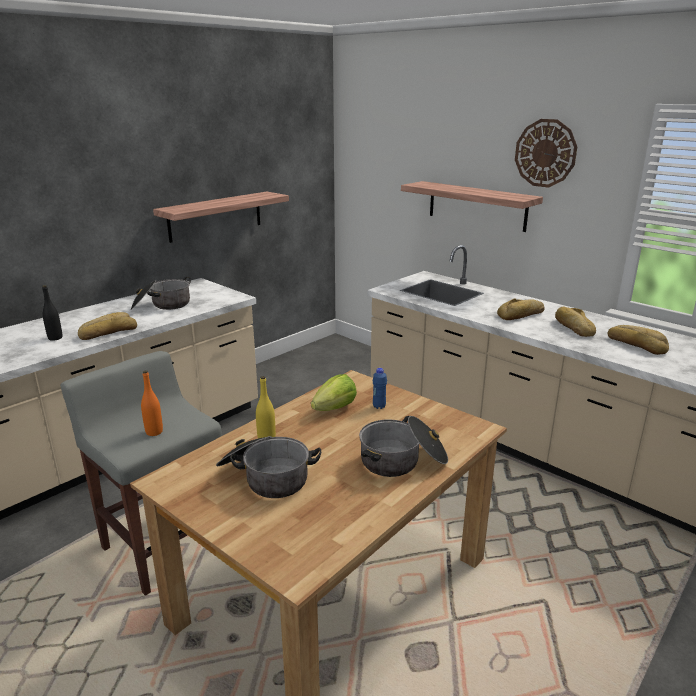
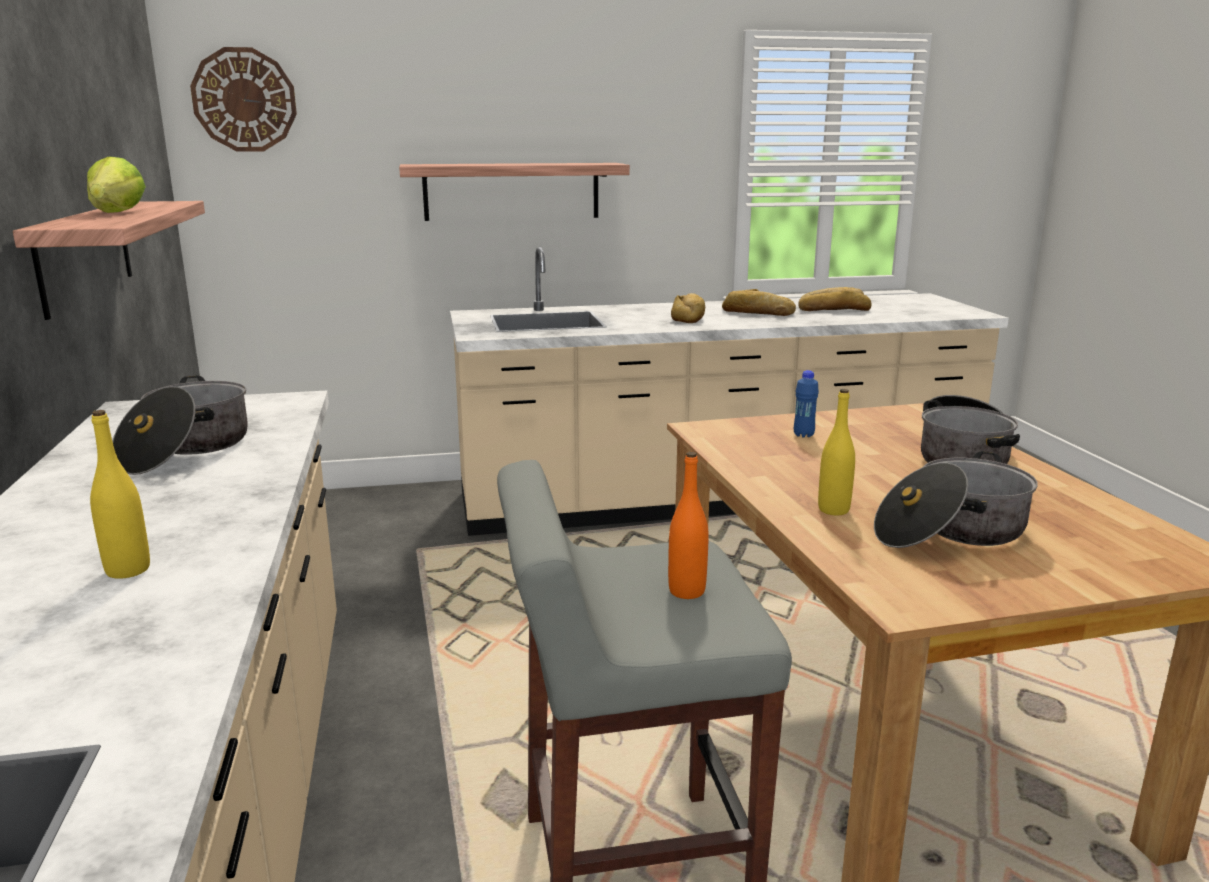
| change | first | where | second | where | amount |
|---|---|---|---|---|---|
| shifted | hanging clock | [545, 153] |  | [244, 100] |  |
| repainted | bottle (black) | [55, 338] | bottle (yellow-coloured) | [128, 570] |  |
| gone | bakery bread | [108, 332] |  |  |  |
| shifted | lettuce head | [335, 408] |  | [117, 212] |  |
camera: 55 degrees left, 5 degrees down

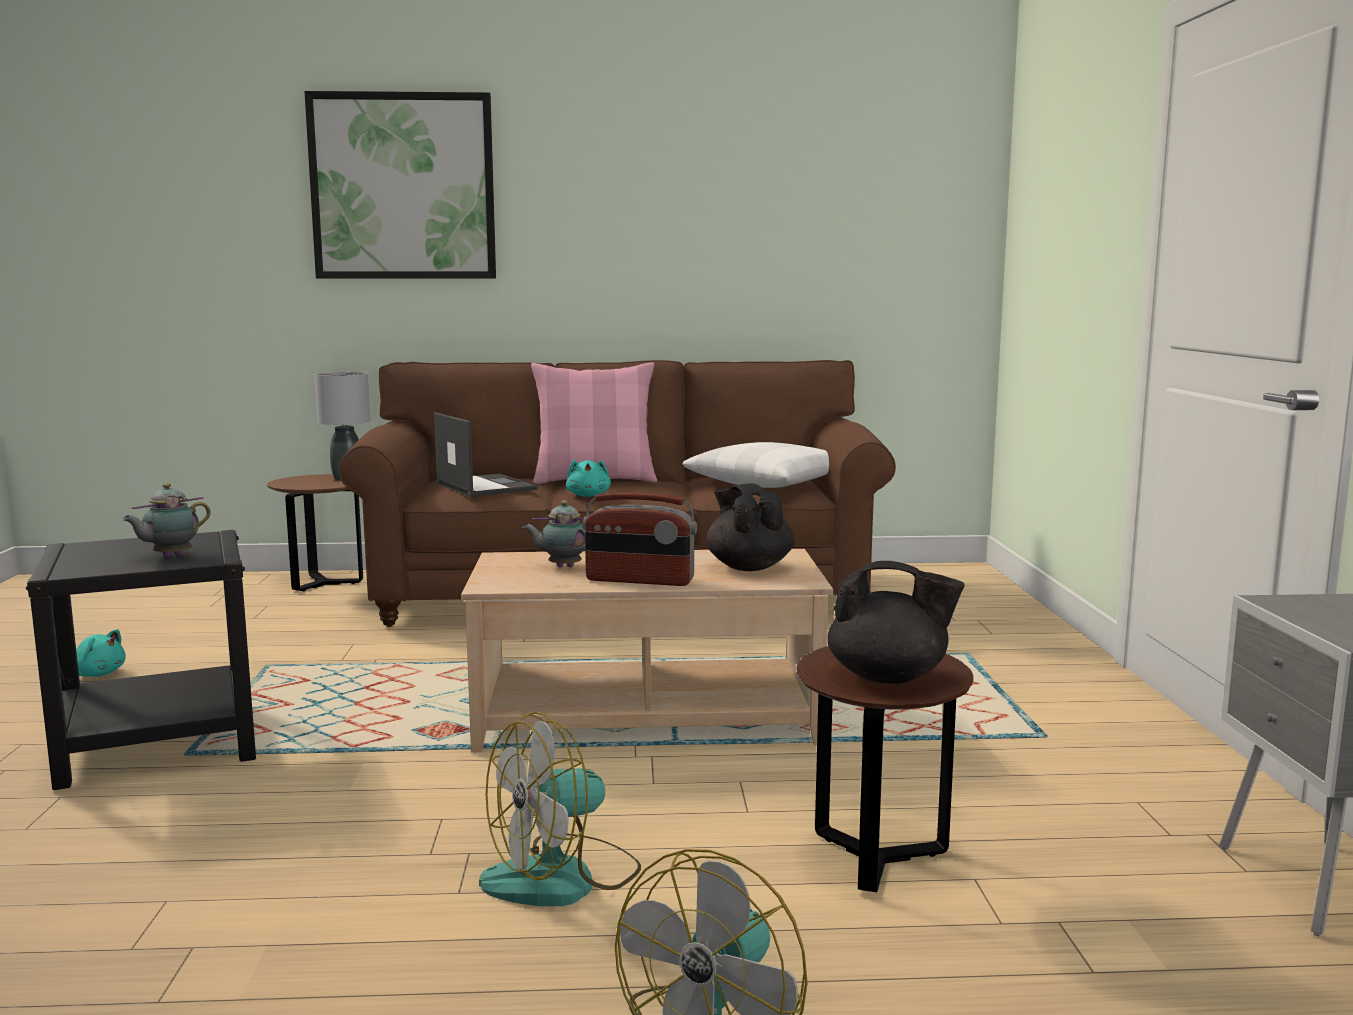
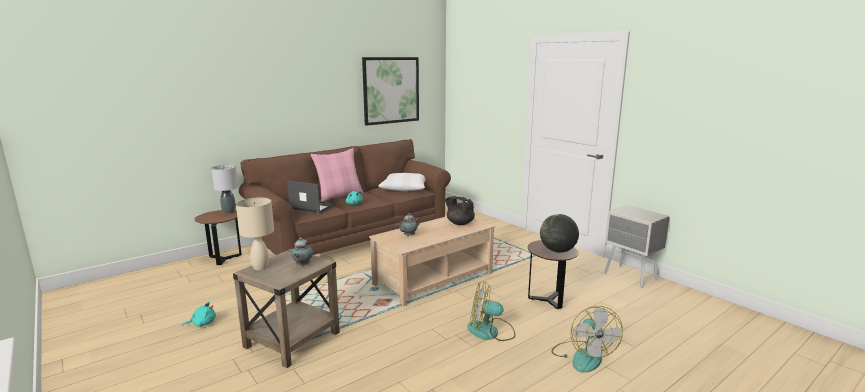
| change | first | where | second | where | amount |
|---|---|---|---|---|---|
| shifted | wall art | [403, 187] |  | [391, 90] |  |
| gone | radio receiver | [639, 580] |  |  |  |
| repainted | accent table (black) | [161, 745] | accent table (sand-coloured) | [293, 339] |  |
| swapped | tea pot (black) | [889, 677] | world globe | [557, 251] |  |
| rotated | electric fan | [562, 878] |  | [490, 332] | 75 degrees clockwise |
| new |  |  | tabletop lamp (sand-coloured) | [261, 267] |  |
camera: 35 degrees left, 5 degrees up

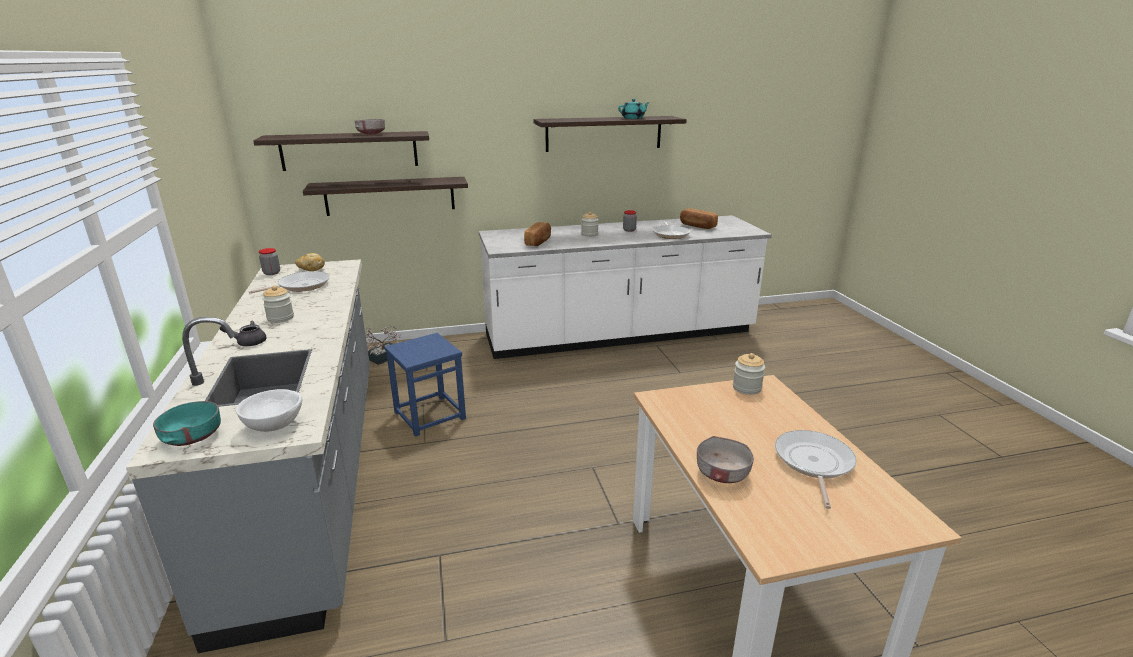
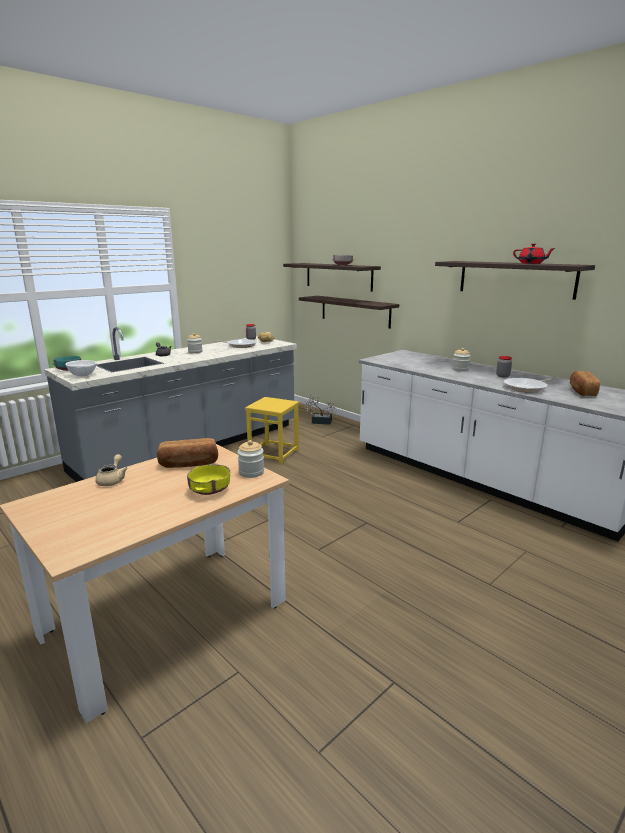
| change | first | where | second | where | amount |
|---|---|---|---|---|---|
| repainted | tea pot (turquoise) | [633, 118] | tea pot (reddish) | [531, 263] |  |
| shifted | bakery bread | [539, 242] |  | [189, 464] |  |
| repainted | stool seat (bluish) | [429, 415] | stool seat (yellow-coloured) | [274, 453] |  |
| gone | skillet | [813, 463] |  |  |  |
| swapped | serving bowl (gray) | [722, 474] | tea pot (sand-coloured) | [112, 480] |  |
| new |  |  | serving bowl (yellow-coloured) | [210, 490] |  |
camera: 60 degrees right, 5 degrees down

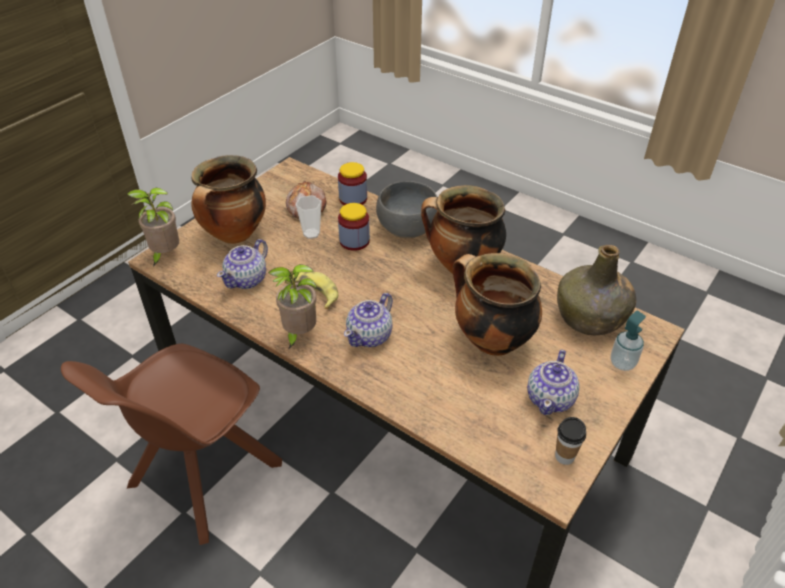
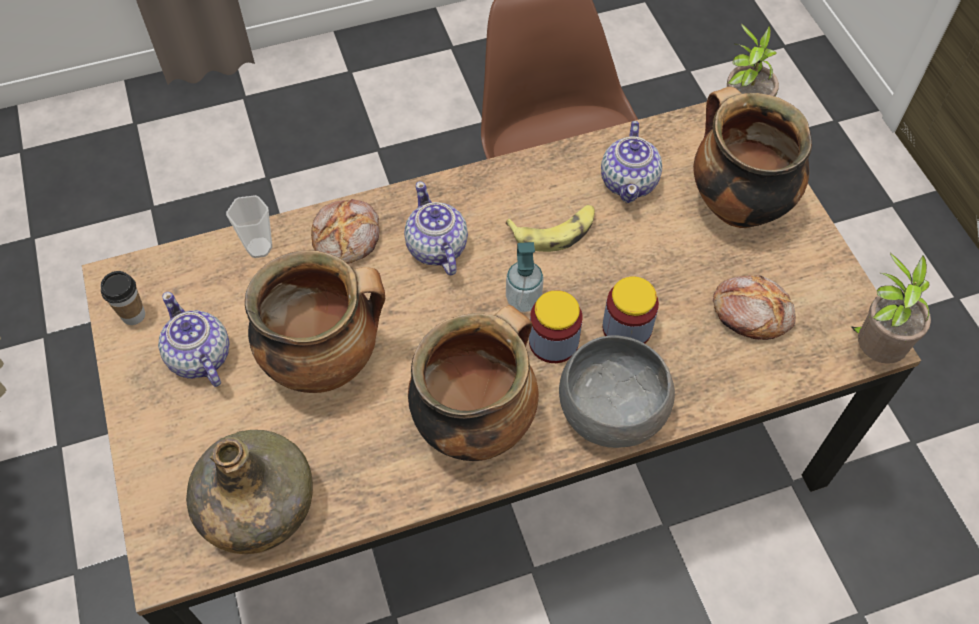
| change | first | where | second | where | amount |
|---|---|---|---|---|---|
| shifted | storage jar | [353, 199] |  | [553, 342] |  |
| shifted | small cup | [311, 233] |  | [259, 247] |  |
| rotated | tea pot | [247, 279] |  | [629, 181] | 150 degrees counterclockwise |
| shifted | potted plant | [299, 334] |  | [873, 349] |  |
| shifted | soap dispenser | [622, 363] |  | [523, 300] |  |
| new |  |  | bakery bread | [348, 238] |  |
camera: 125 degrees right, 15 degrees up

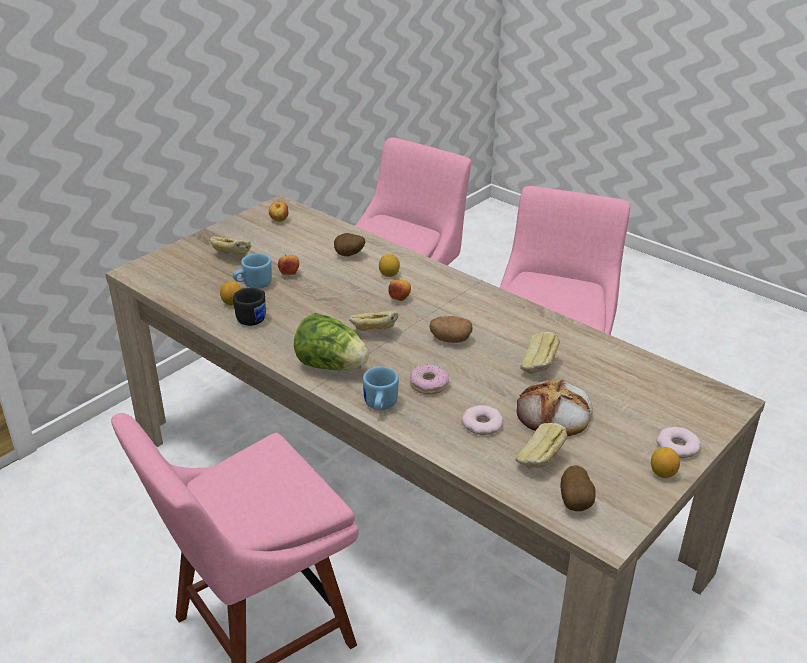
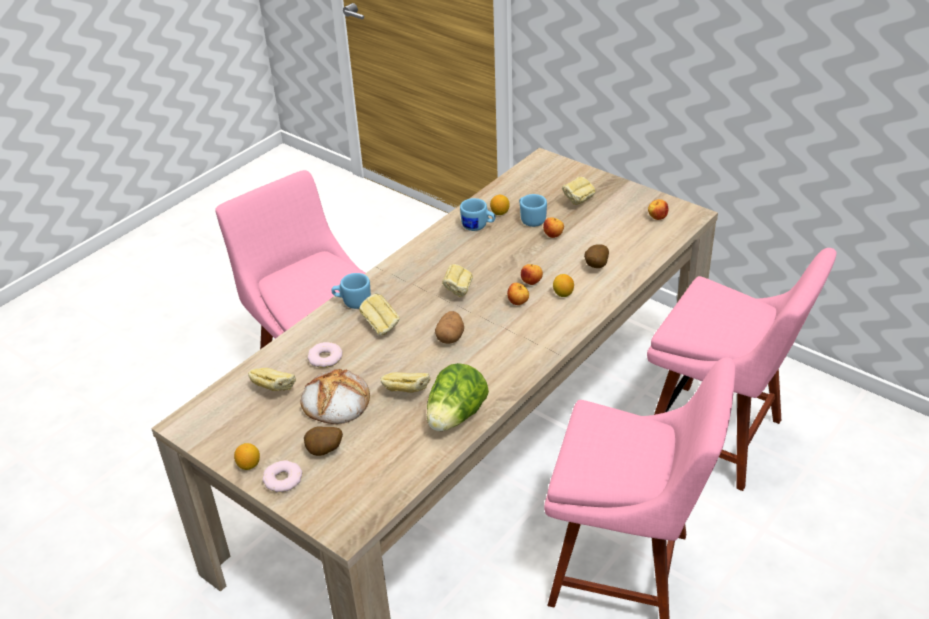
| change | first | where | second | where | amount |
|---|---|---|---|---|---|
| repainted | mug (black) | [254, 317] | mug (bluish) | [478, 227] |  |
| shifted | lettuce head | [331, 365] |  | [456, 417] |  |
| swapped | ring doughnut | [429, 384] | bakery bread | [381, 327] |  |
| shifted | spud | [576, 503] |  | [325, 451] |  |
| new |  |  | apple | [531, 282] |  |
camera: 90 degrees right, 5 degrees up

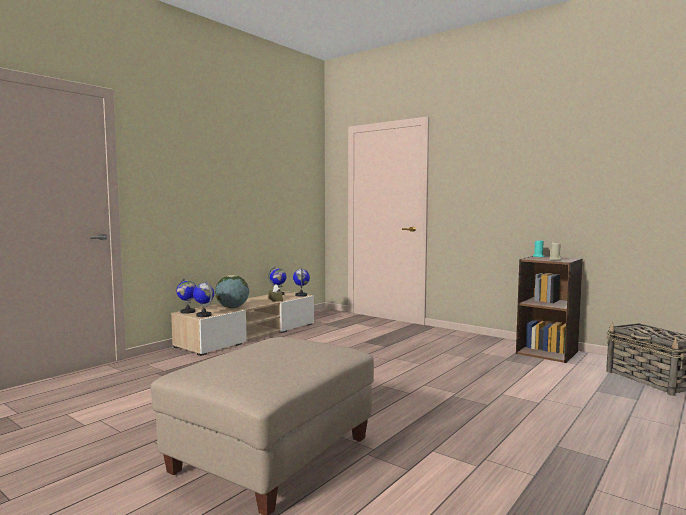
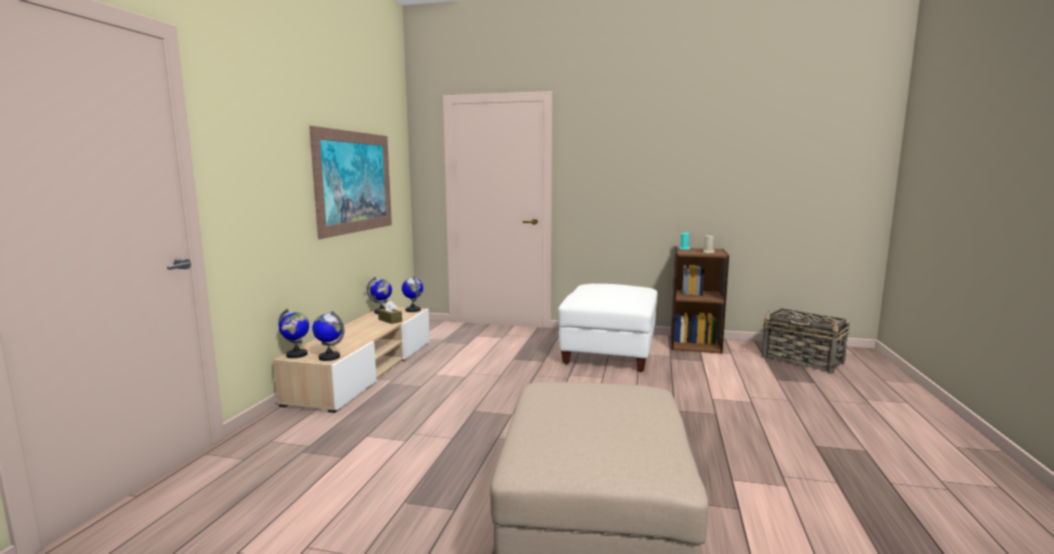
| change | first | where | second | where | amount |
|---|---|---|---|---|---|
| gone | world globe | [232, 307] |  |  |  |
| new |  |  | wall art | [355, 182] |  |
| new |  |  | pouffe (white) | [609, 352] |  |
camera: 25 degrees left, 5 degrees up

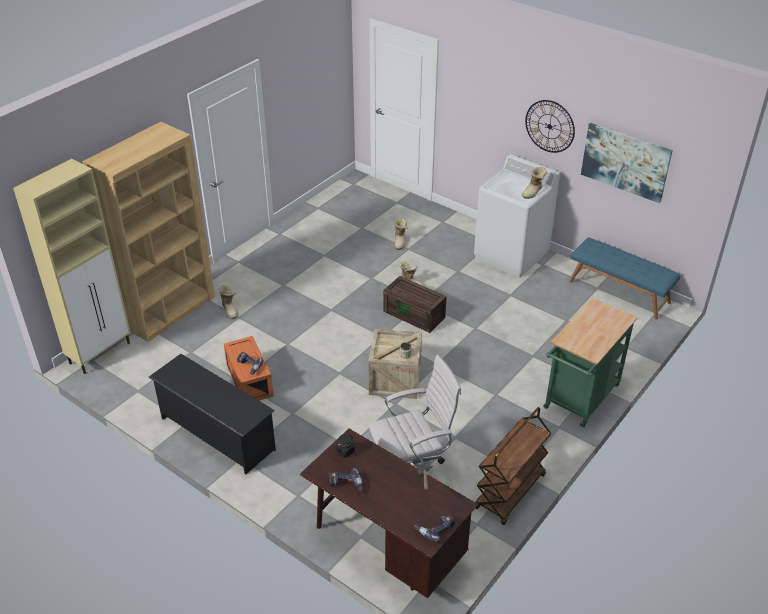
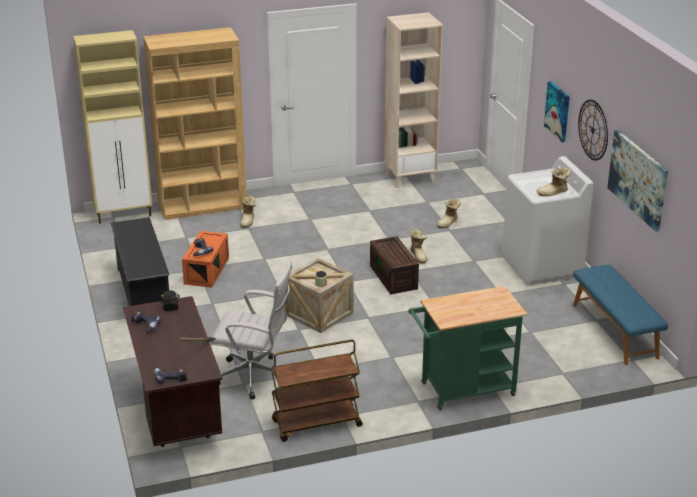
| change | first | where | second | where | amount |
|---|---|---|---|---|---|
| new |  |  | shelving unit (sand-coloured) | [410, 178] |  |
| new |  |  | wall art | [558, 111] |  |
camera: 35 degrees right, 10 degrees down

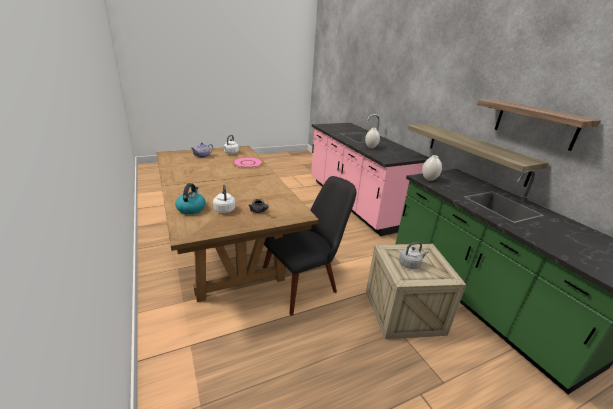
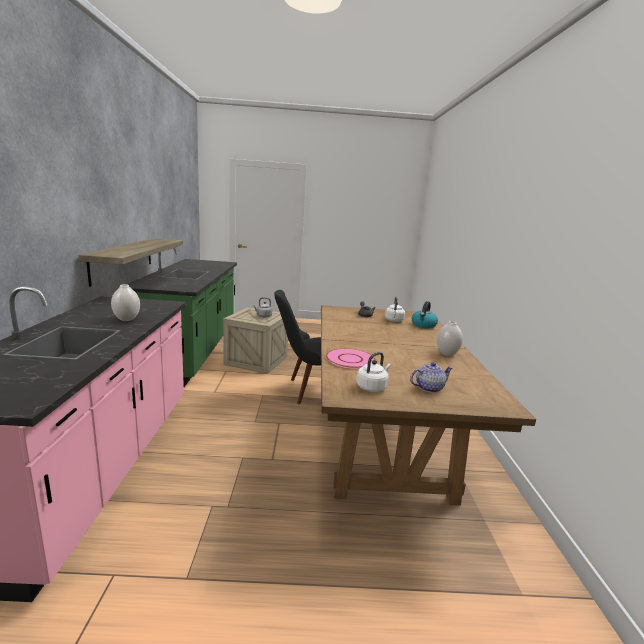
| change | first | where | second | where | amount |
|---|---|---|---|---|---|
| gone | shelf | [535, 124] |  |  |  |
| shifted | decorative vase (white) | [429, 179] |  | [446, 354] |  |
camera: 155 degrees left, 10 degrees down

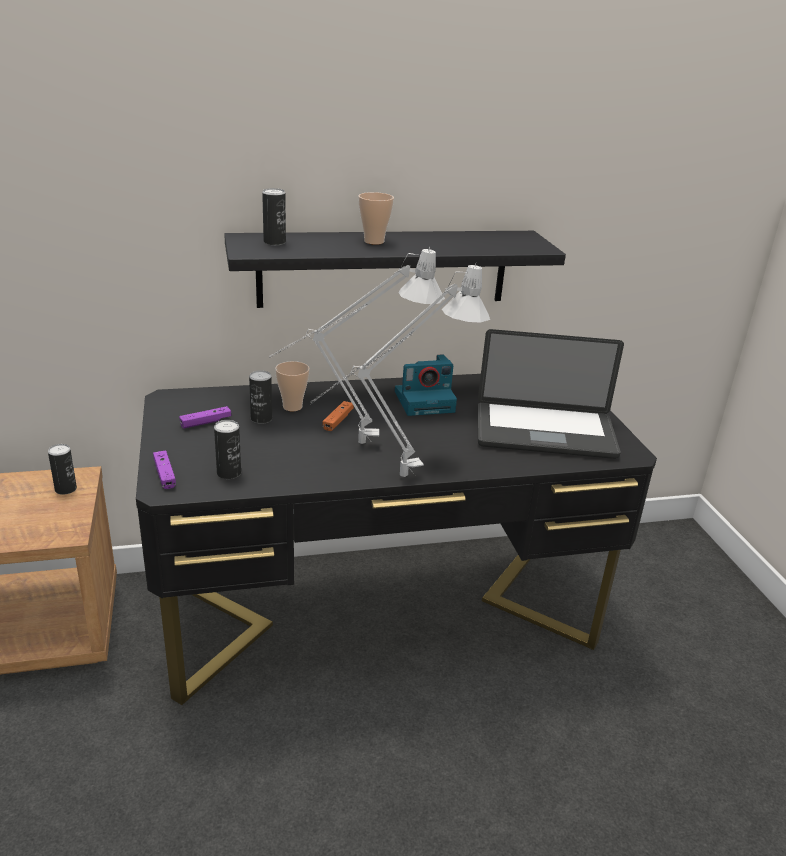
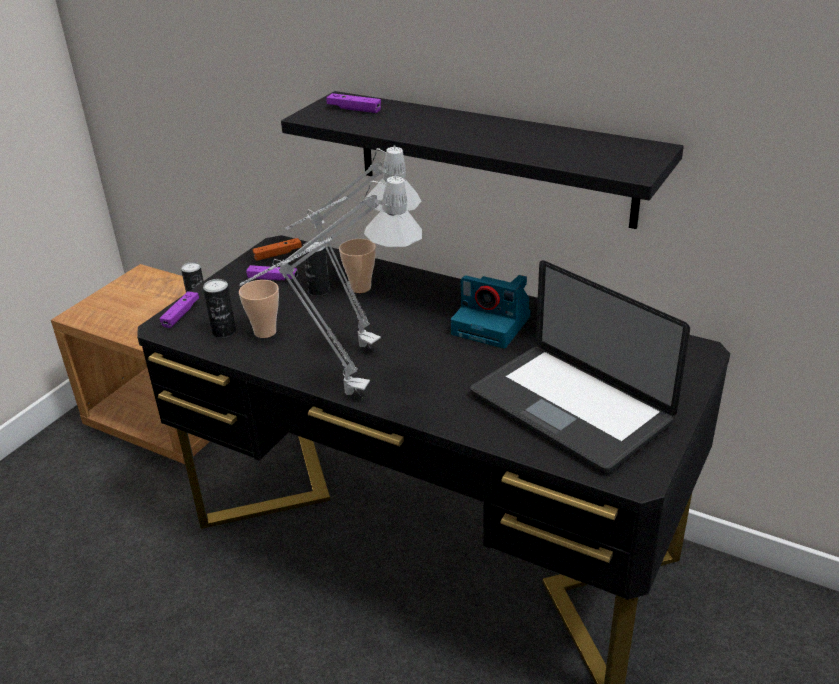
| change | first | where | second | where | amount |
|---|---|---|---|---|---|
| swapped | metal can | [274, 242] | game controller (purple) | [354, 109] |  |
| shifted | small cup | [374, 241] |  | [265, 332] |  |
| shifted | game controller (orange-coloured) | [338, 420] |  | [278, 254] |  |
camera: 45 degrees right, 5 degrees up

